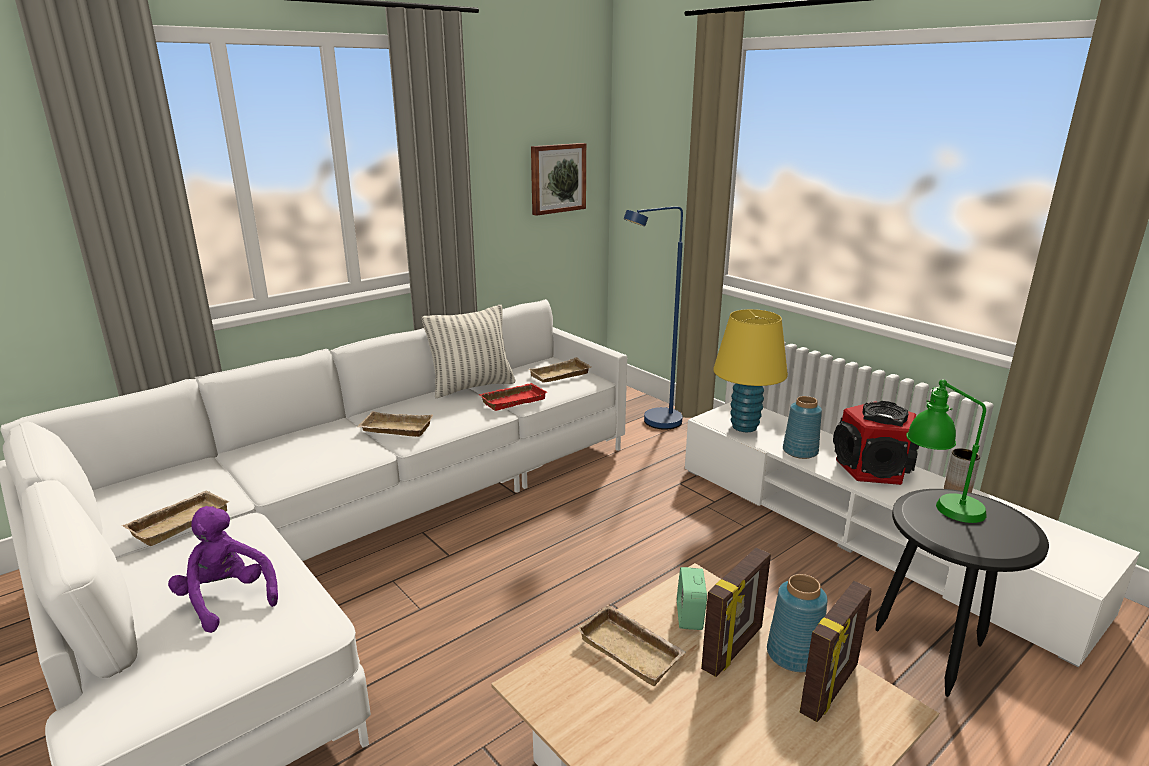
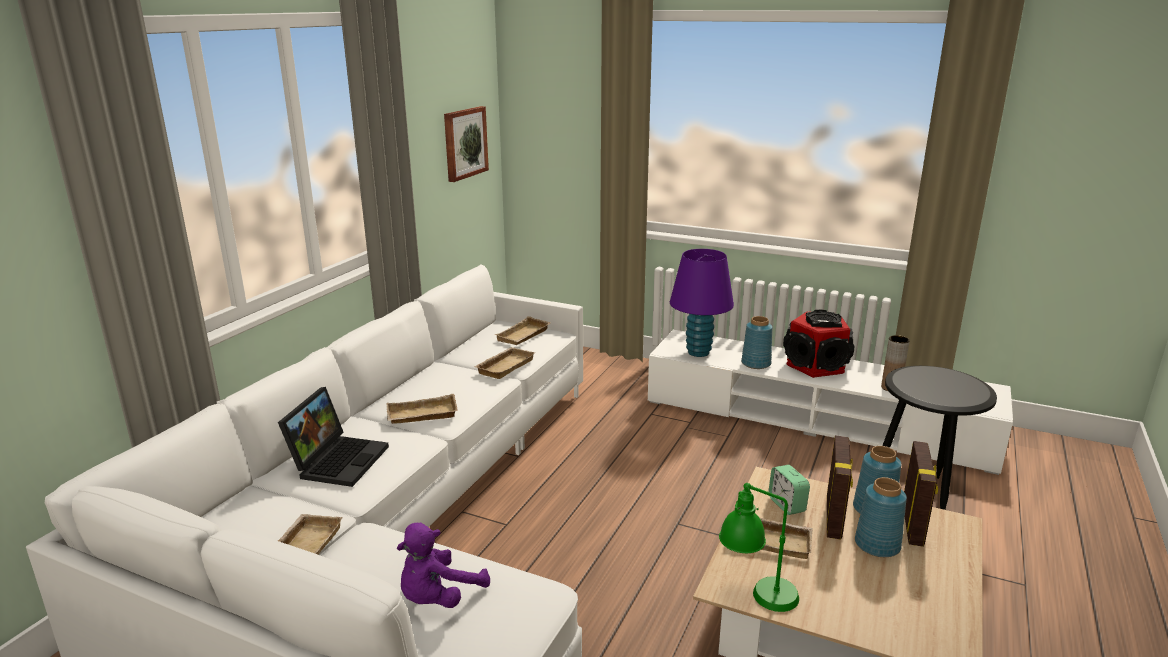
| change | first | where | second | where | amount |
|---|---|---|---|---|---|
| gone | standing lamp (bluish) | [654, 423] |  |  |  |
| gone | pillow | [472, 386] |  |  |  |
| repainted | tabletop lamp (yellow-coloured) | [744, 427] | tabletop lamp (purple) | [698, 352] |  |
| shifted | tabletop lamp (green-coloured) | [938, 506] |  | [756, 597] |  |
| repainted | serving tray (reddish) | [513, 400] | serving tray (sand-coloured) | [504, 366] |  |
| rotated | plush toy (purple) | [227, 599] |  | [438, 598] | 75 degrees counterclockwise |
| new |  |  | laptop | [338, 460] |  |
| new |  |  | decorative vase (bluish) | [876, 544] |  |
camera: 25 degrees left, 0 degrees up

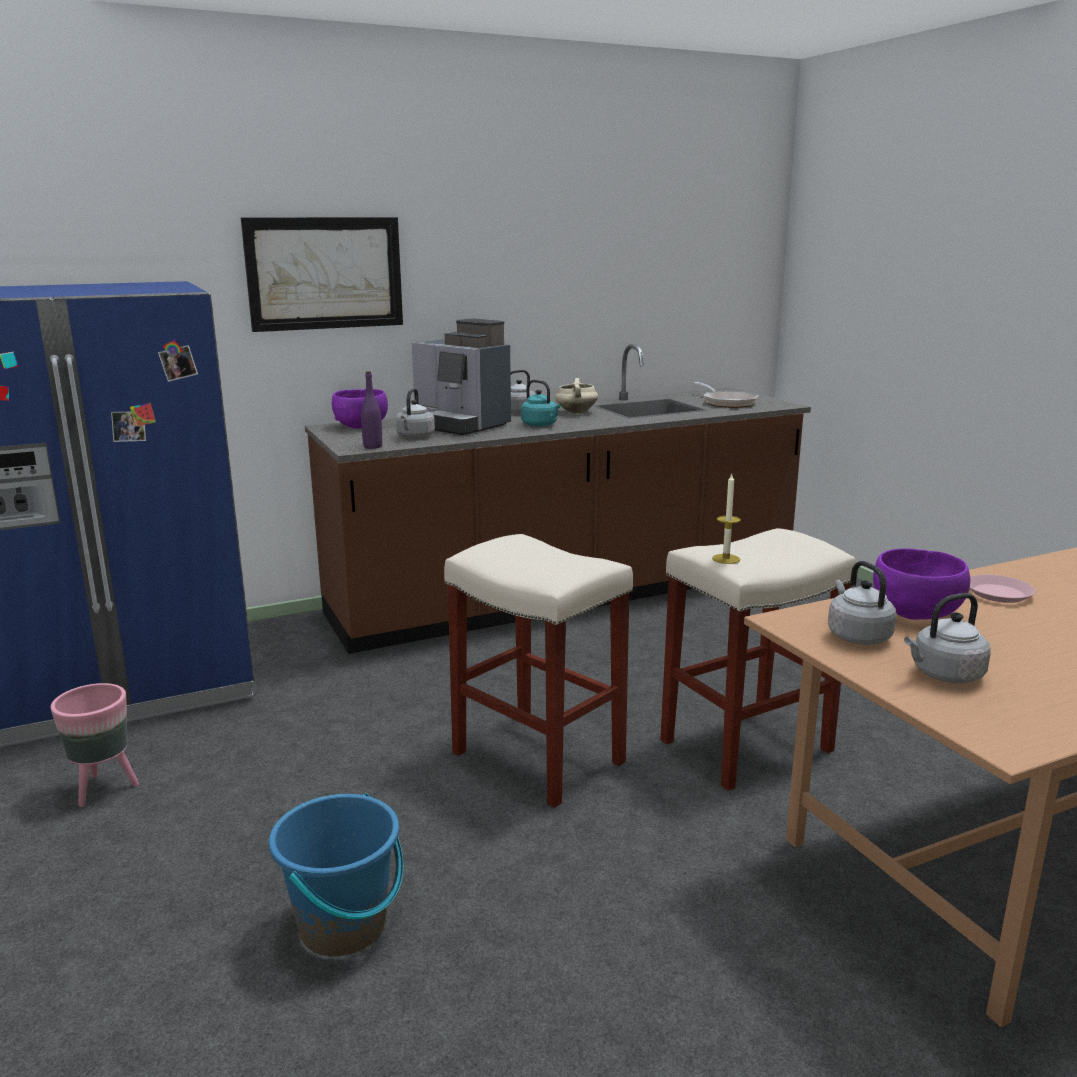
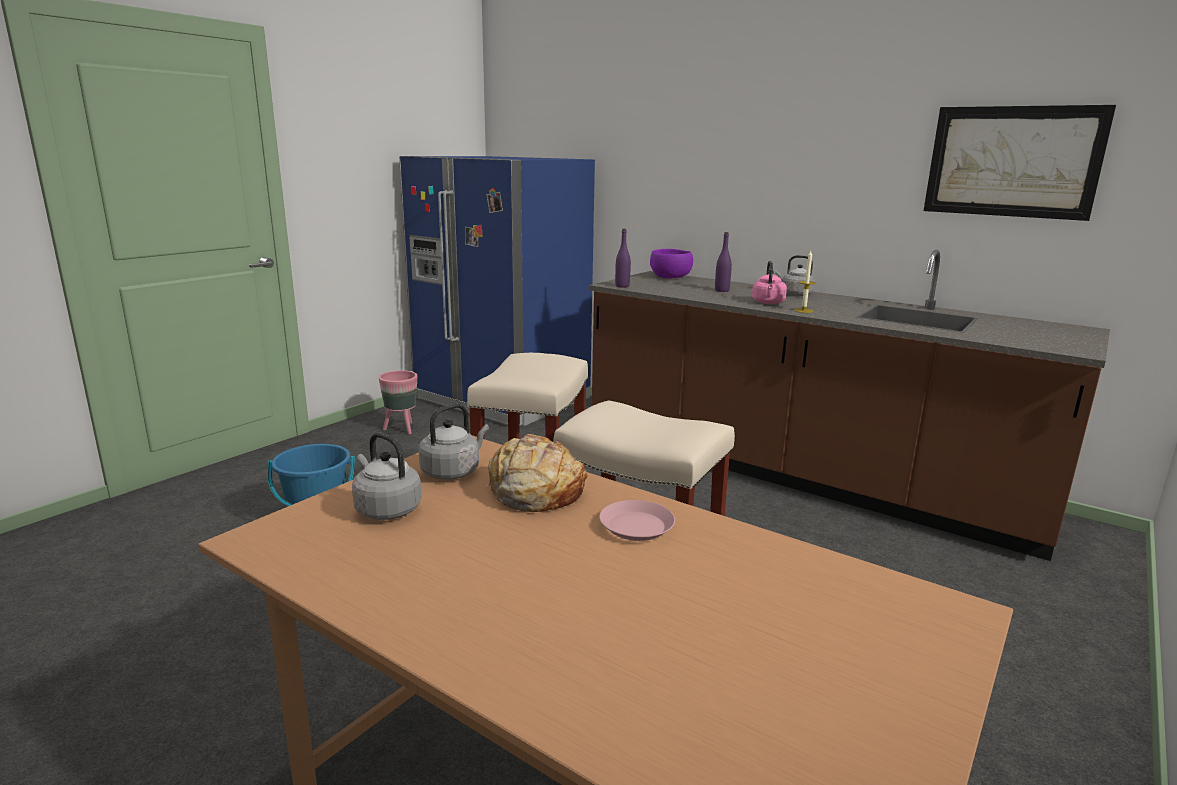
| change | first | where | second | where | amount |
|---|---|---|---|---|---|
| shifted | wall art | [325, 273] |  | [1012, 162] |  |
| swapped | coffee brewer | [461, 425] | bottle (purple) | [722, 290] |  |
| gone | saucepot (sand-coloured) | [575, 412] |  |  |  |
| repainted | tea kettle (turquoise) | [541, 425] | tea kettle (pink) | [768, 303] |  |
| gone | skillet | [727, 402] |  |  |  |
| gone | tea kettle (gray) | [415, 437] |  |  |  |
| shifted | wax candle | [726, 559] |  | [803, 310] |  |
| swapped | serving bowl (purple) | [917, 612] | bakery bread | [534, 491] |  |
camera: 60 degrees right, 0 degrees up

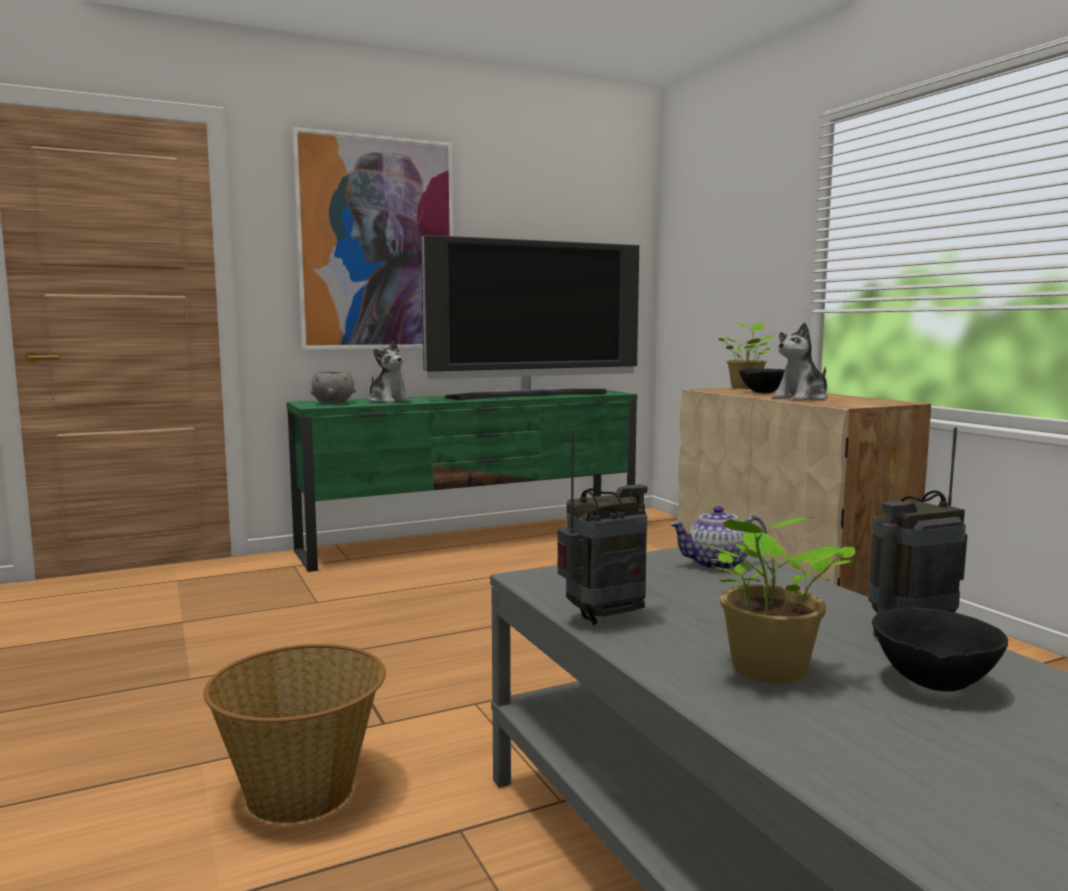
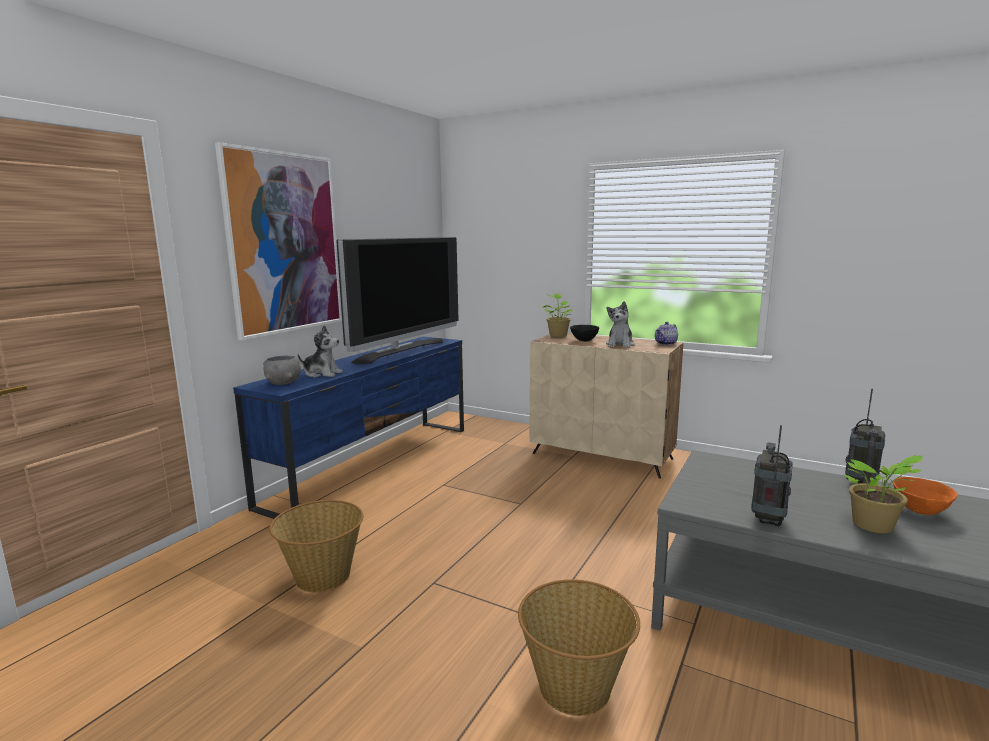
| change | first | where | second | where | amount |
|---|---|---|---|---|---|
| repainted | tv stand (green-coloured) | [474, 540] | tv stand (bluish) | [375, 464] |  |
| shifted | tea pot | [717, 564] |  | [666, 343] |  |
| repainted | serving bowl (black) | [933, 684] | serving bowl (orange-coloured) | [920, 512] |  |
| new |  |  | basket | [322, 577] |  |
camera: 35 degrees left, 5 degrees up

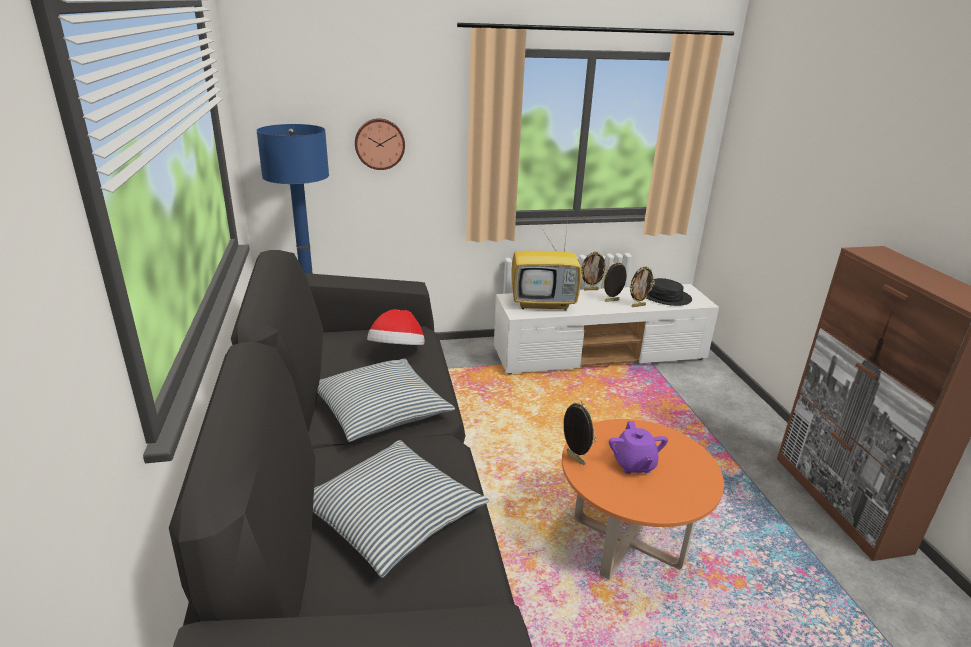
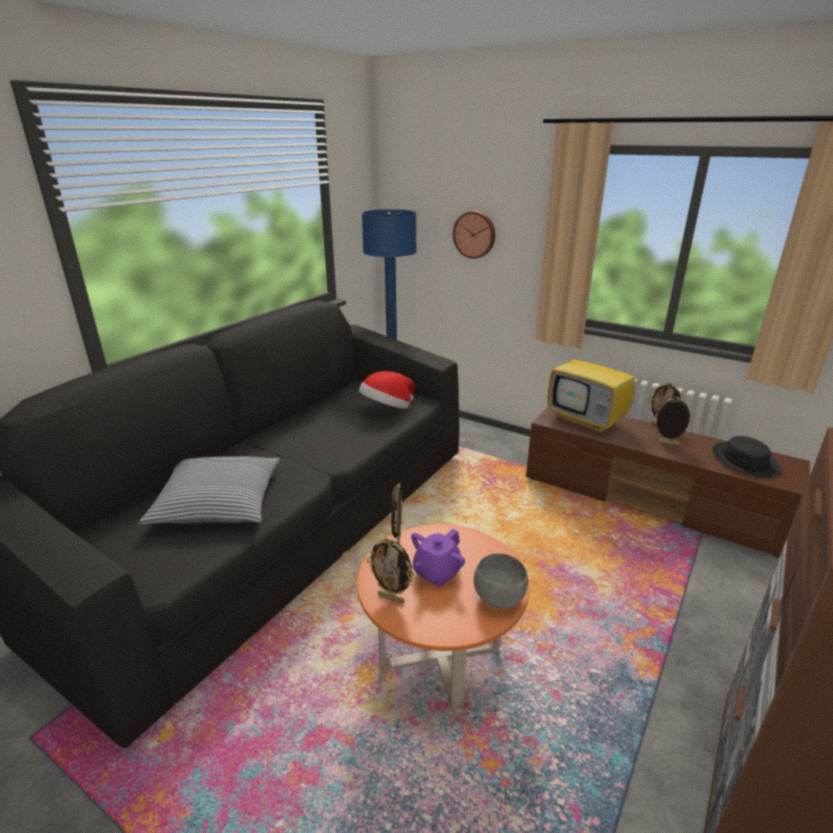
| change | first | where | second | where | amount |
|---|---|---|---|---|---|
| shifted | photo frame | [638, 305] |  | [391, 598] |  |
| repainted | tv stand (white) | [600, 354] | tv stand (brown-coloured) | [650, 501] |  |
| gone | pillow | [380, 410] |  |  |  |
| new |  |  | serving bowl (gray) | [498, 597] |  |
camera: 45 degrees right, 0 degrees up

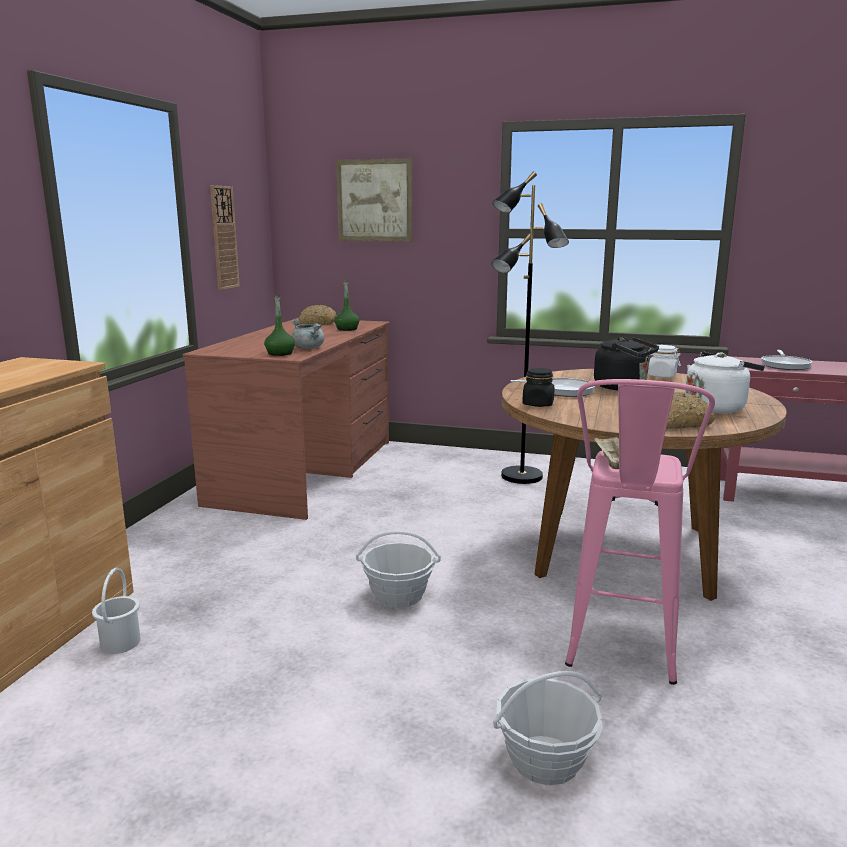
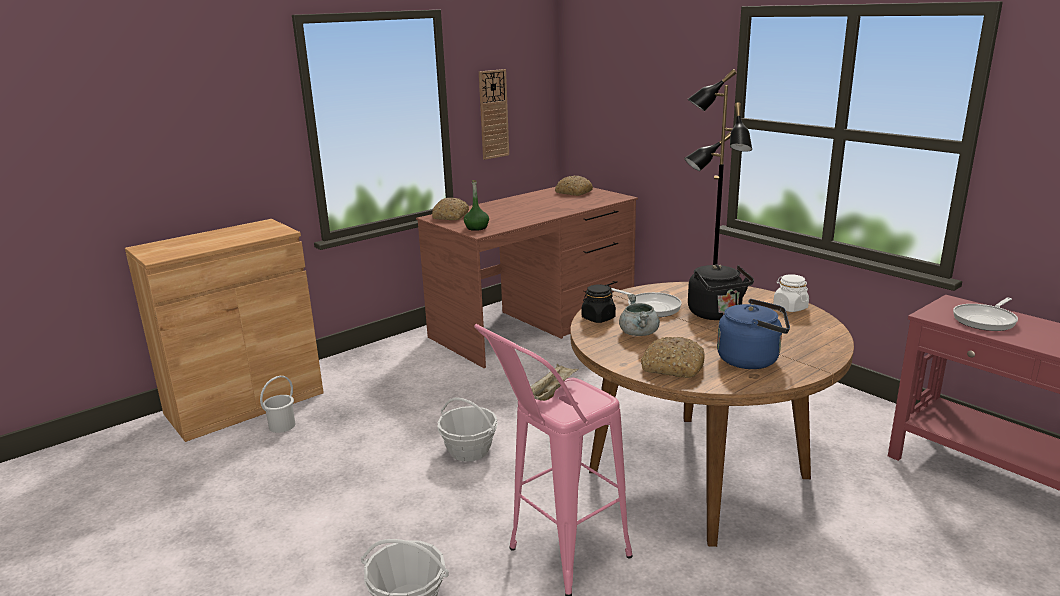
| change | first | where | second | where | amount |
|---|---|---|---|---|---|
| gone | wall art | [374, 200] |  |  |  |
| gone | bottle (green-coloured) | [347, 329] |  |  |  |
| shifted | saucepot (gray) | [308, 348] |  | [639, 333] |  |
| repainted | tea kettle (white) | [717, 408] | tea kettle (bluish) | [752, 360] |  |
| new |  |  | bakery bread | [451, 216] |  |
camera: 35 degrees right, 5 degrees up

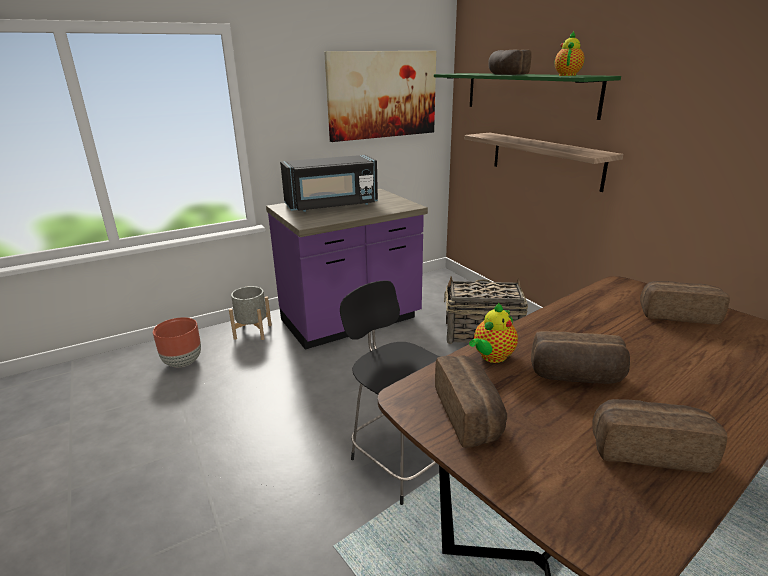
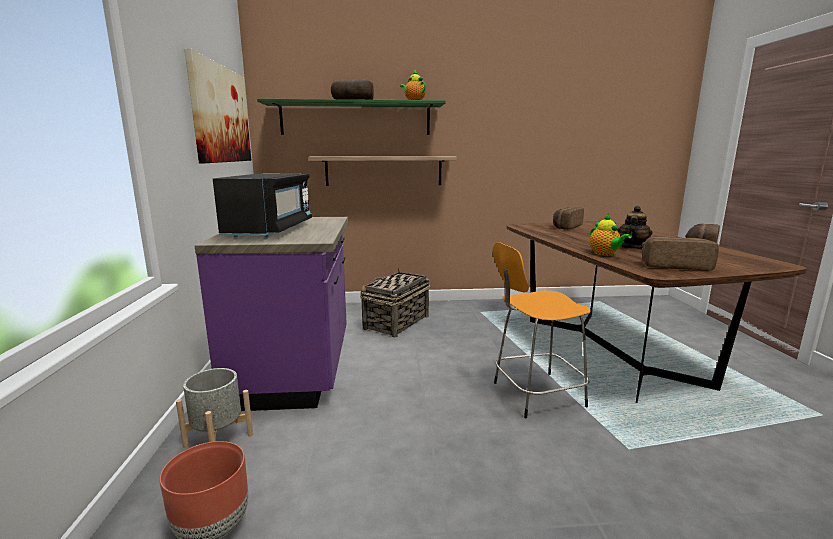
| change | first | where | second | where | amount |
|---|---|---|---|---|---|
| repainted | stool seat (black) | [401, 459] | stool seat (orange-coloured) | [535, 395] |  |
| swapped | bakery bread | [576, 377] | tea pot | [632, 247] |  |
camera: 65 degrees left, 10 degrees down

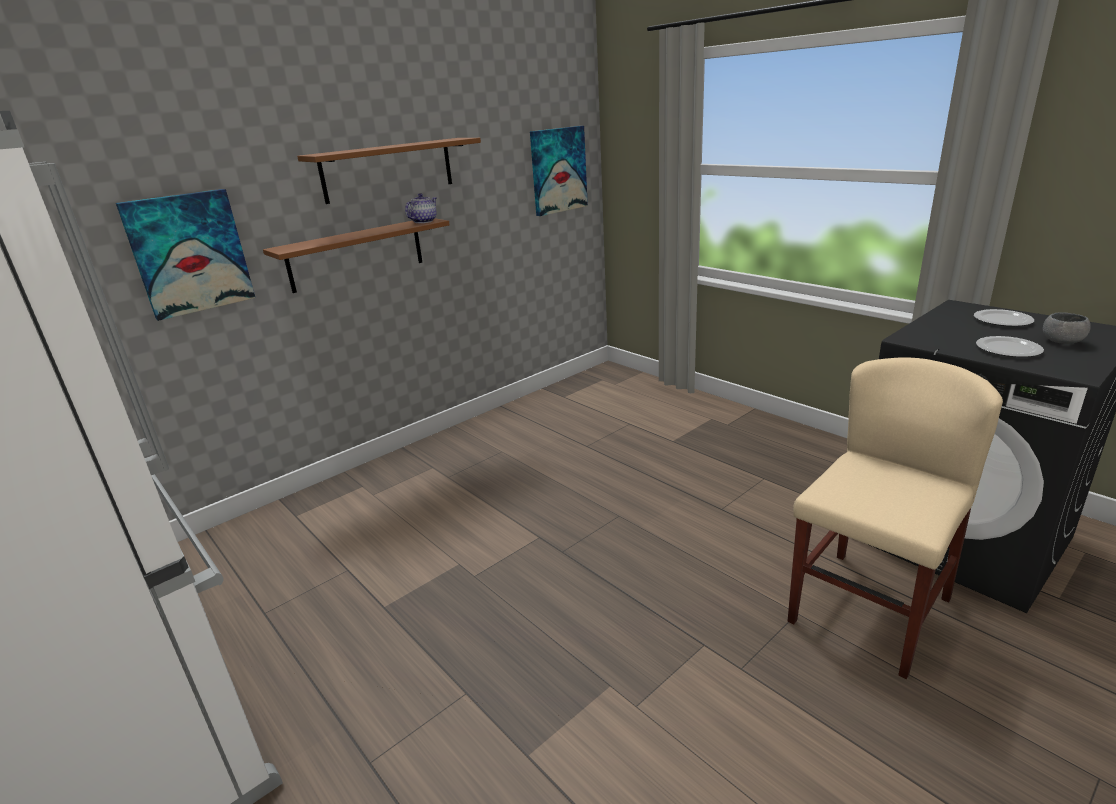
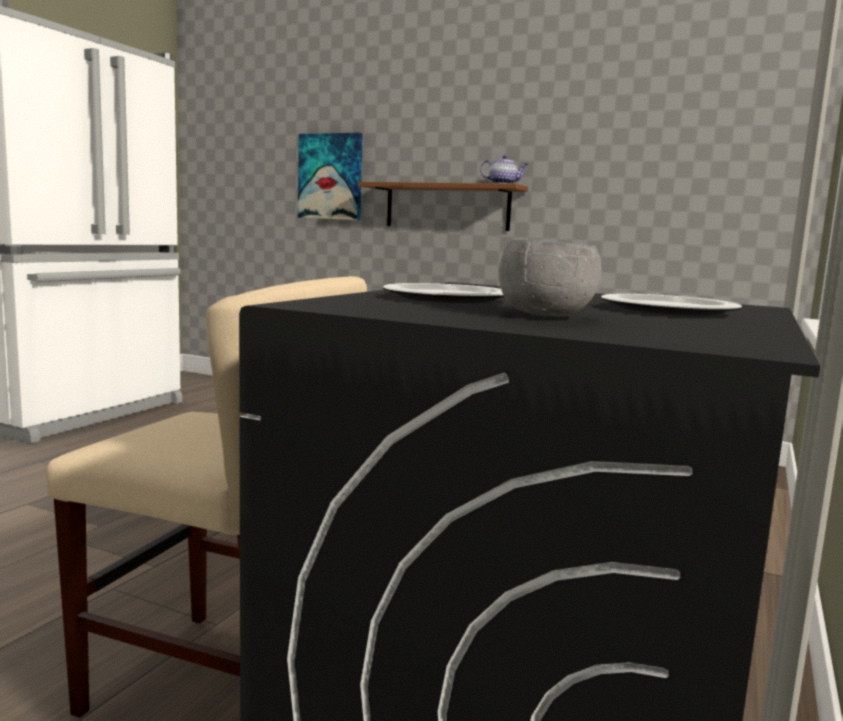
| change | first | where | second | where | amount |
|---|---|---|---|---|---|
| gone | wall art | [558, 170] |  |  |  |
| gone | shelf (brown-coloured) | [388, 170] |  |  |  |
camera: 65 degrees right, 15 degrees down

